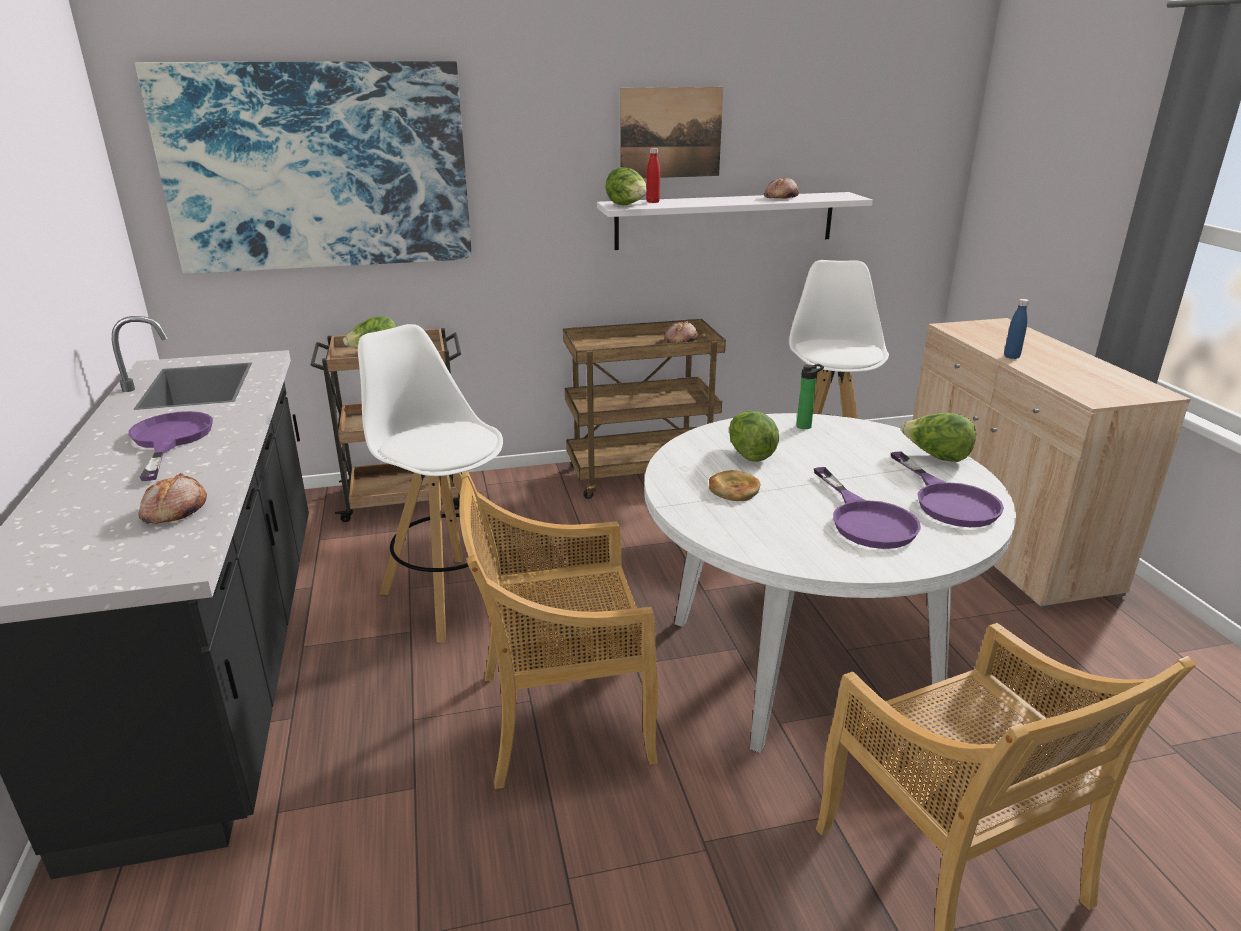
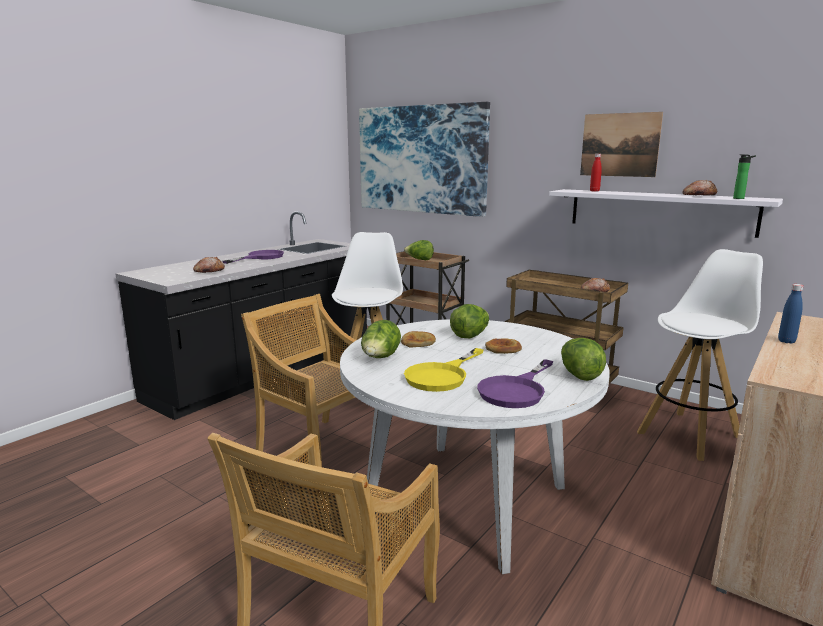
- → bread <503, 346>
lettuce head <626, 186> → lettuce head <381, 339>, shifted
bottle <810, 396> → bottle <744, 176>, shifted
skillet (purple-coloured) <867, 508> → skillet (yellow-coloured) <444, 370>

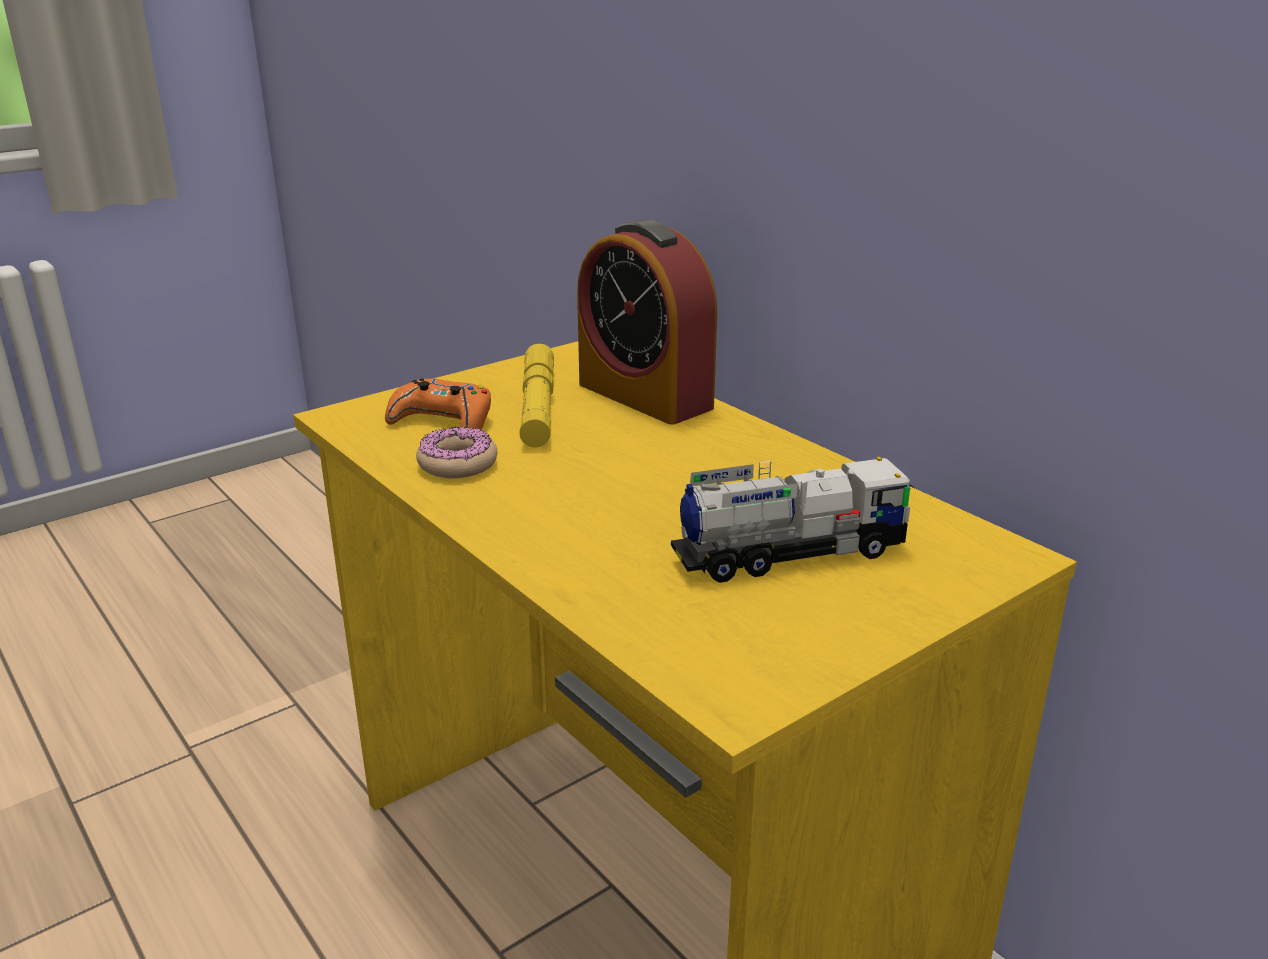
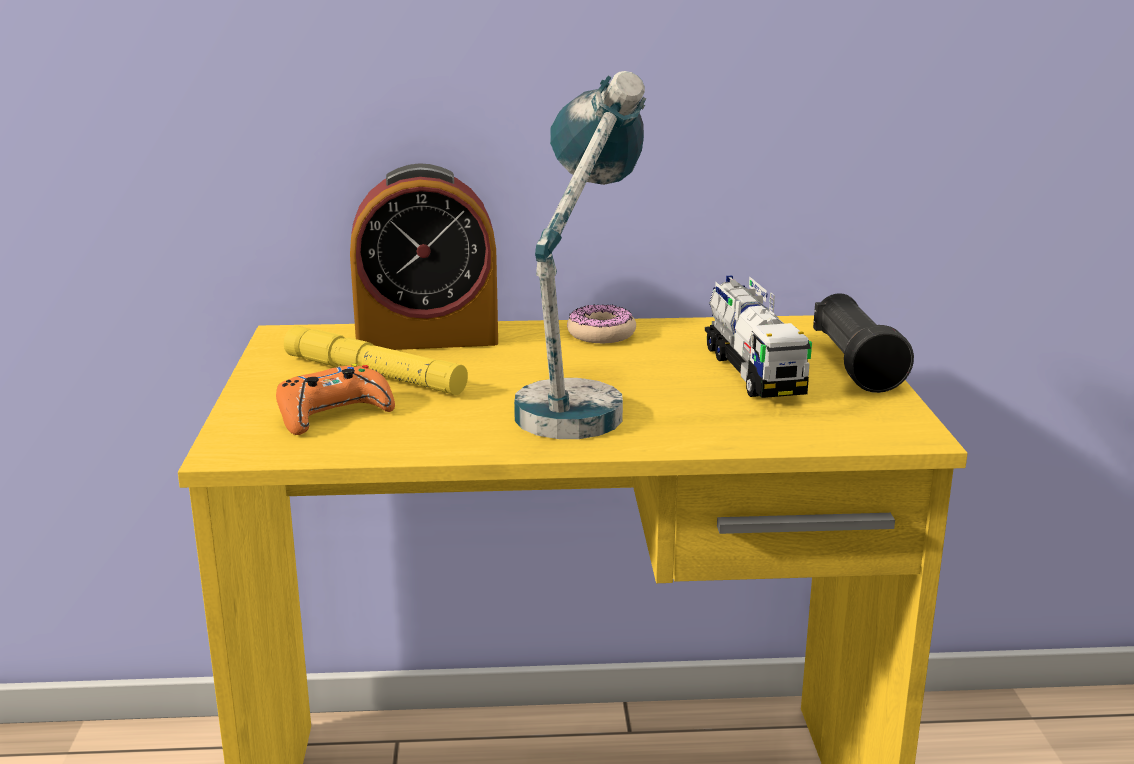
- → lamp for a table <580, 255>
- → hand torch (blackish) <863, 343>
ring doughnut <457, 452> → ring doughnut <601, 323>, shifted
model truck <792, 520> → model truck <758, 336>, 150 degrees clockwise

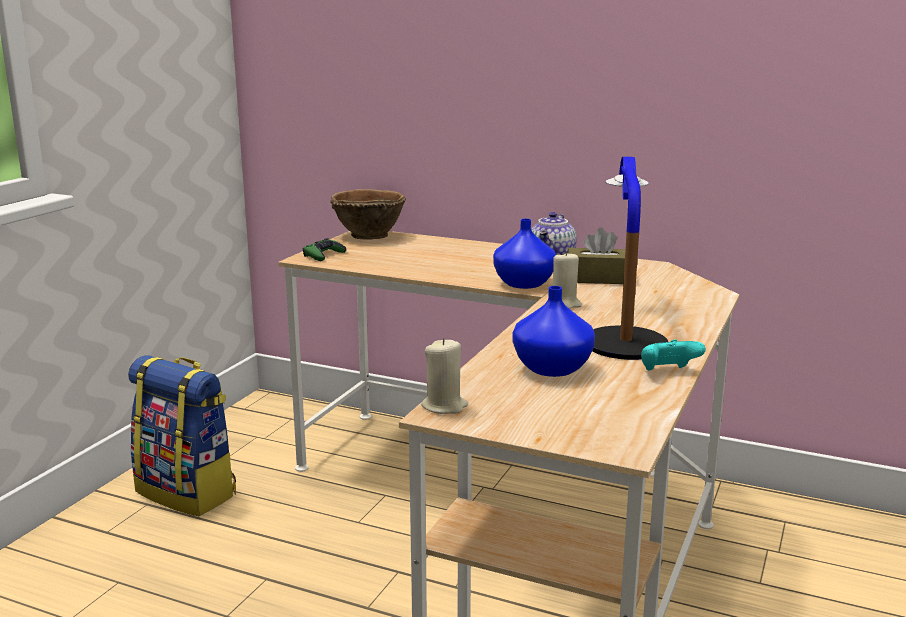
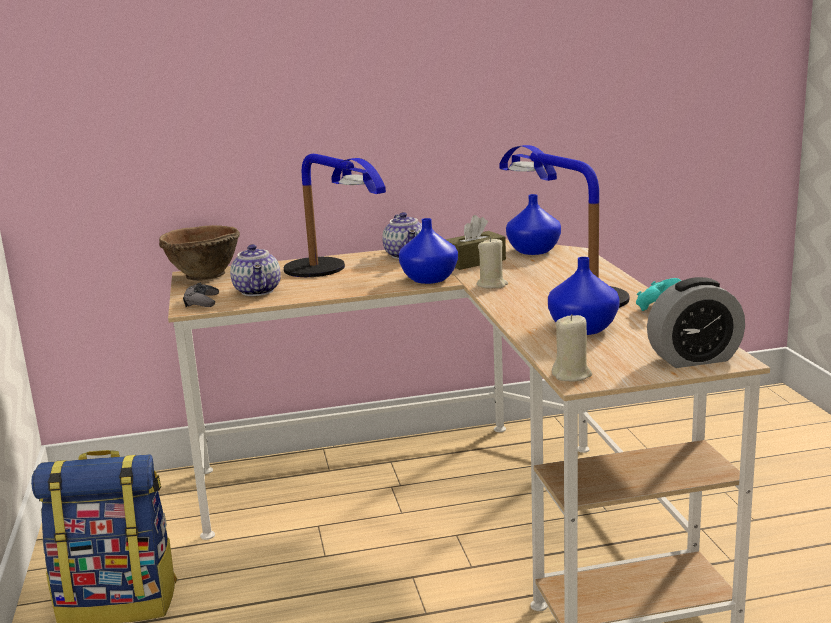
- → teapot <255, 270>
- → lamp for a table <335, 215>
- → flower vase (blue) <533, 224>
- → table clock <696, 322>
game controller (green) <324, 249> → game controller (grey) <201, 295>

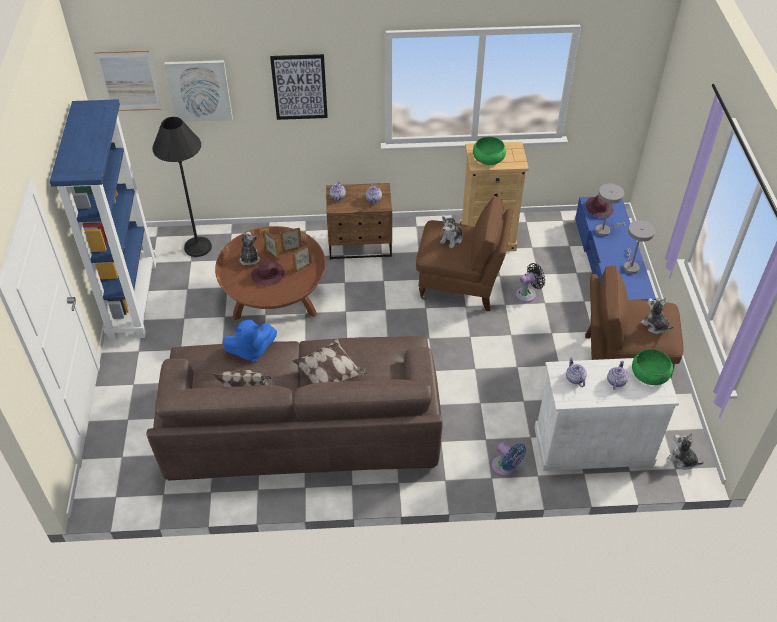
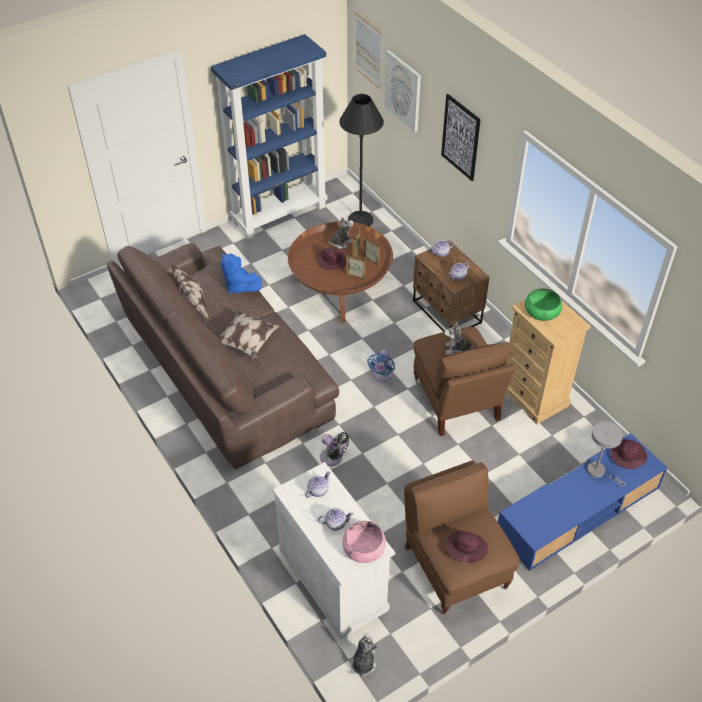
lamp for a table (grey) <639, 247> → -
electric fan (blue) <509, 459> → electric fan (blue) <381, 365>, shifted
electric fan (blackish) <530, 283> → electric fan (blackish) <334, 449>, shifted
soft toy <657, 315> → wearable hat (purple-coloured) <467, 546>
serving bowl (green) <652, 367> → serving bowl (pinkish) <364, 542>

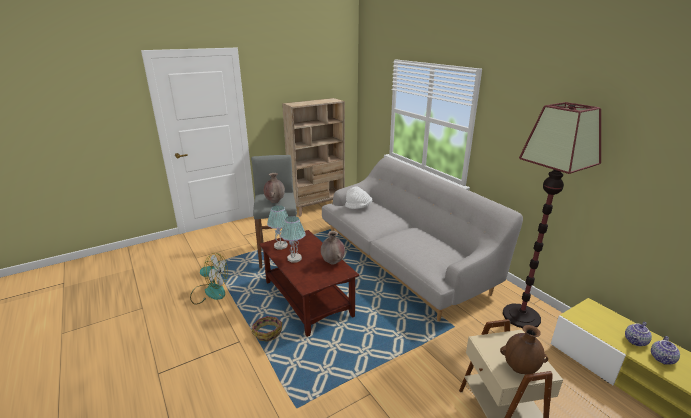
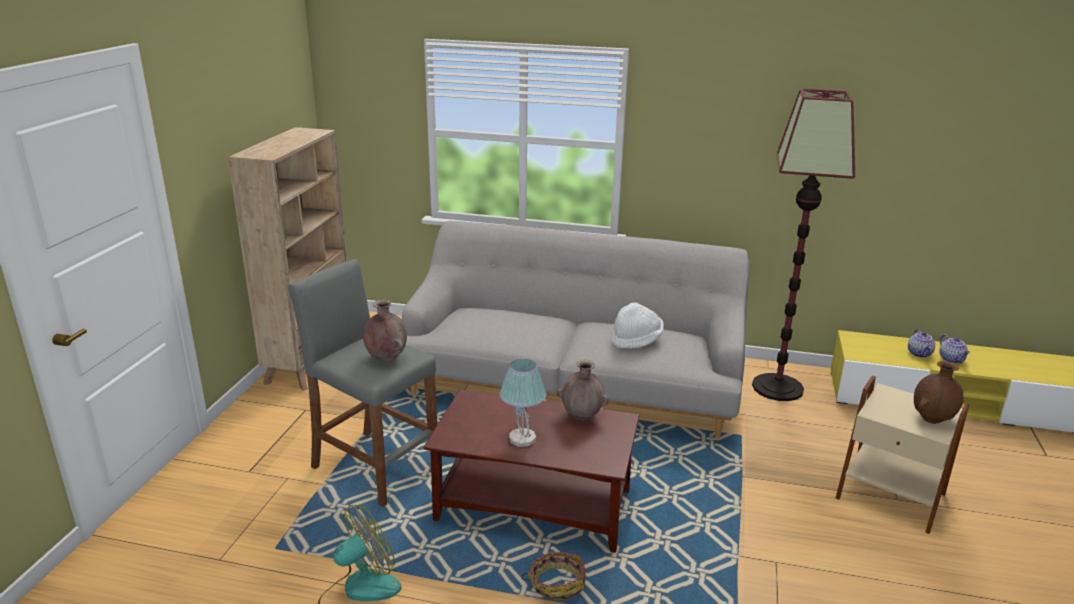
lamp for a table <277, 227> → -
wearable hat (white) <358, 198> → wearable hat (white) <637, 325>, shifted

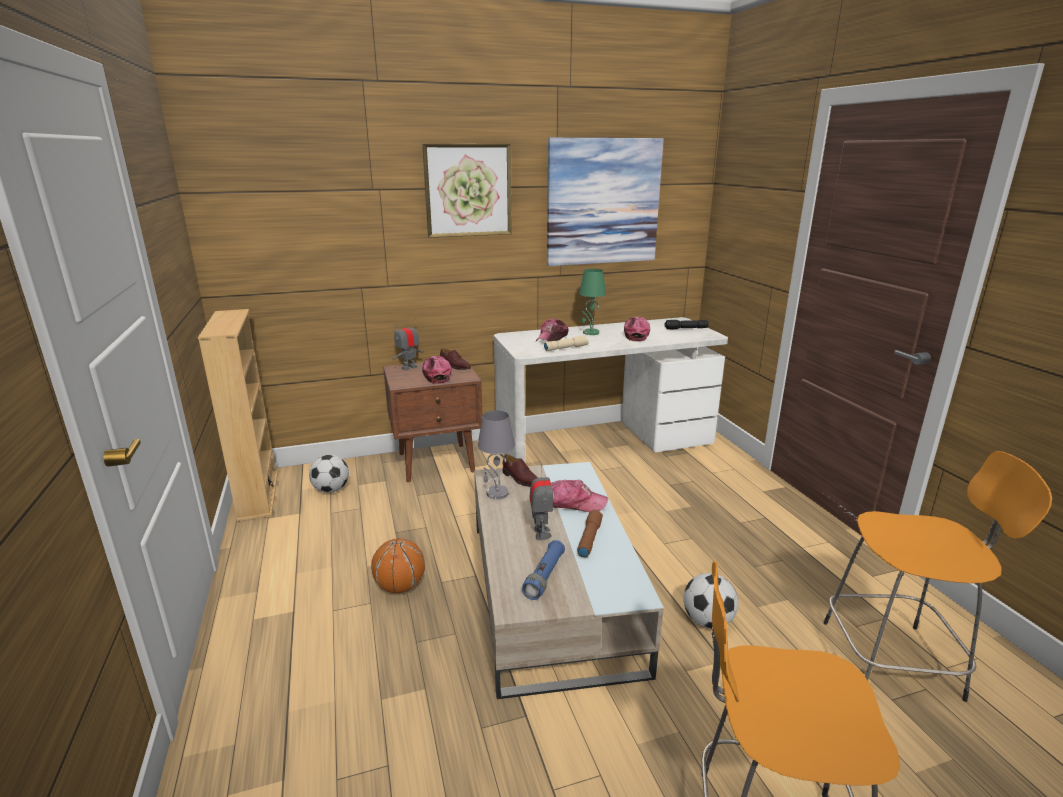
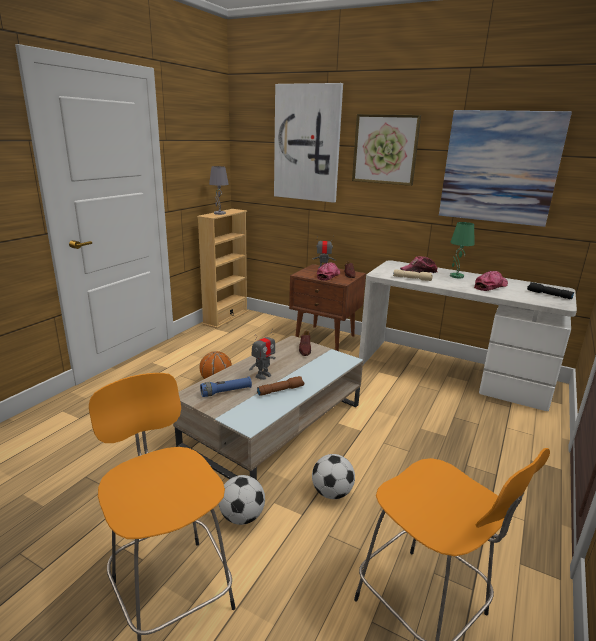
cap <579, 496> → -
- → wall art <308, 143>
football <329, 474> → football <242, 500>, shifted
lamp for a table (grey) <496, 454> → lamp for a table (grey) <219, 190>, shifted

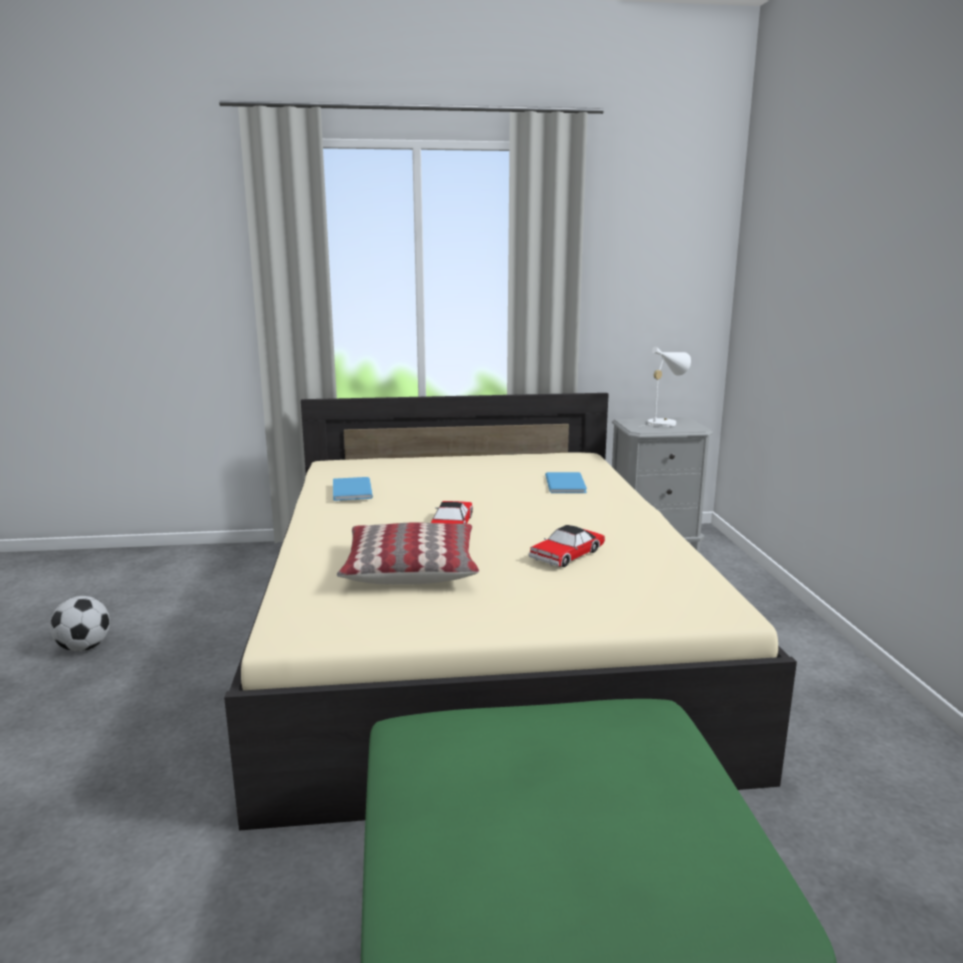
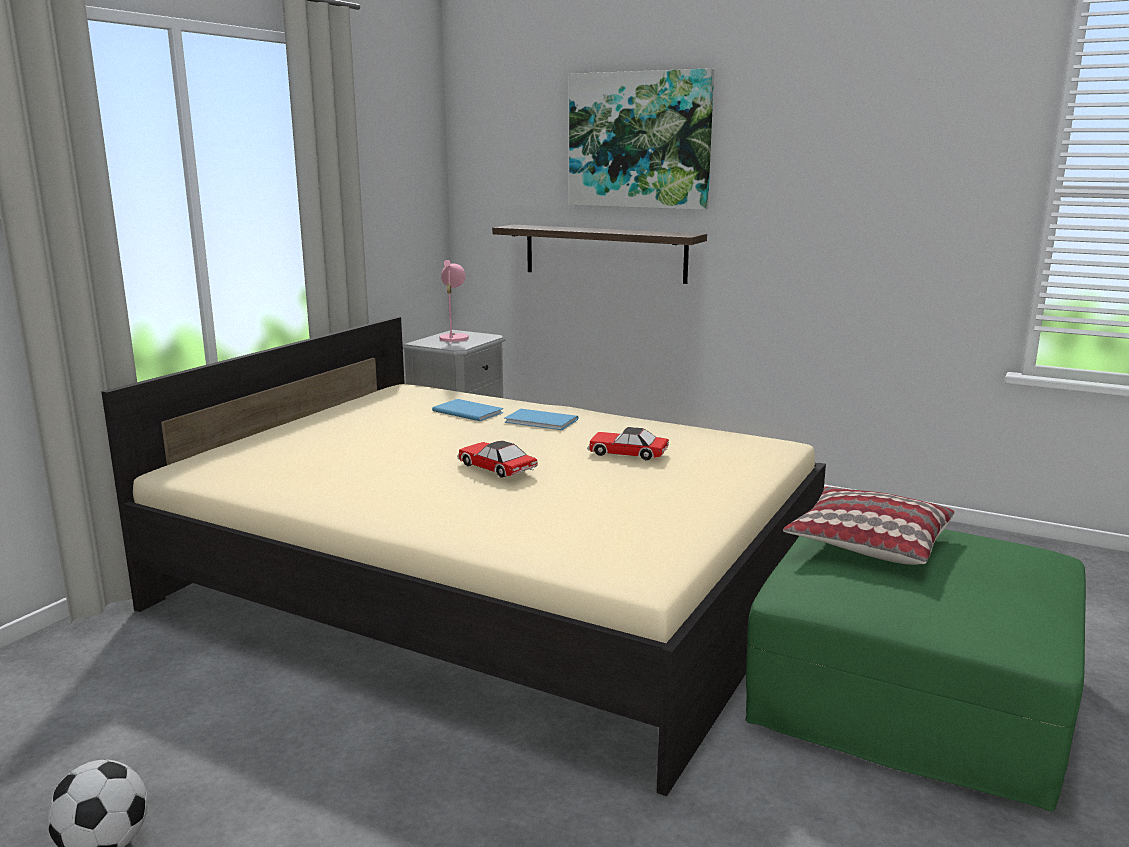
- → bracket shelf <599, 254>
- → wall art <641, 139>
volume (blue) <353, 489> → volume (blue) <541, 419>, shifted
throw pillow <408, 553> → throw pillow <869, 526>, shifted
lamp for a table (white) <665, 387> → lamp for a table (pinkish) <454, 302>
toy car <567, 546> → toy car <628, 443>, 120 degrees clockwise

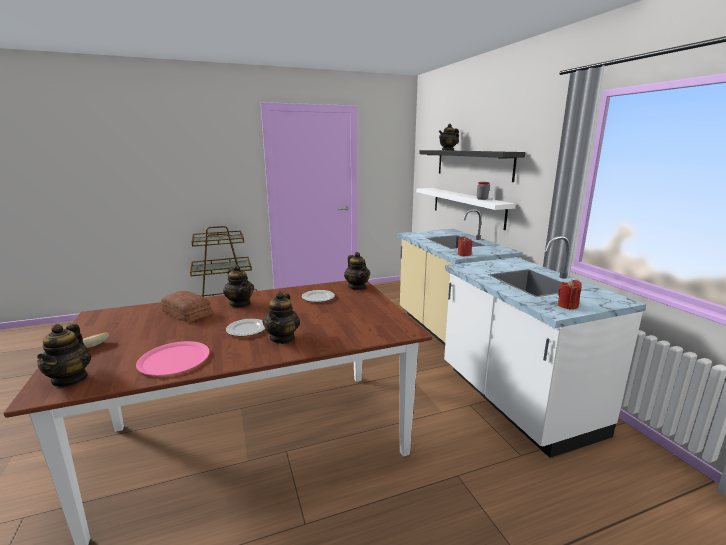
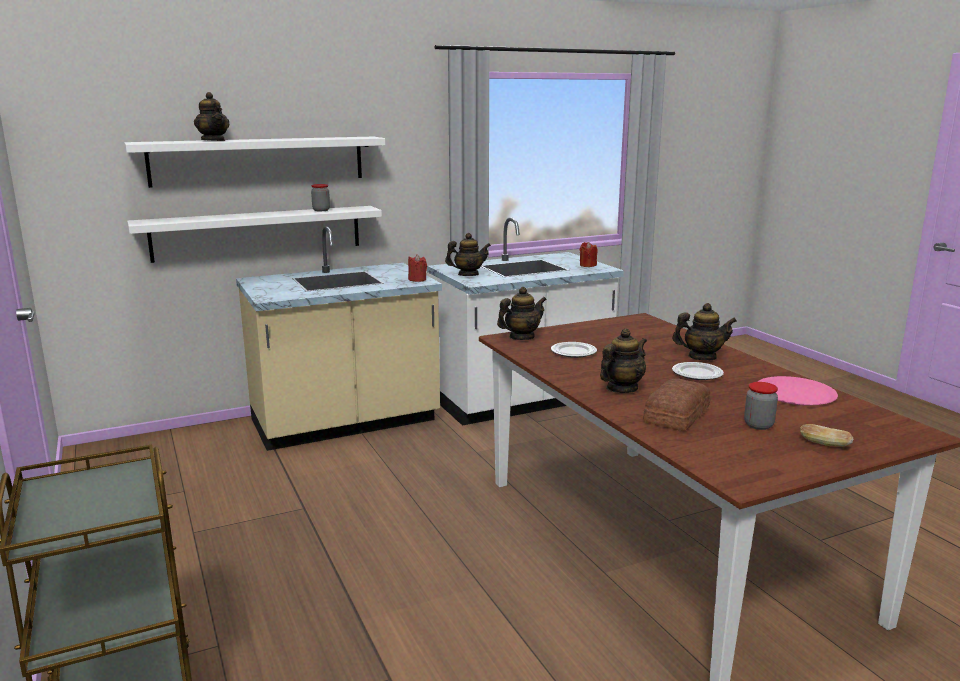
- → preserve jar <761, 406>
teapot <64, 355> → teapot <468, 254>, shifted
bracket shelf (blackish) <472, 166> → bracket shelf (white) <254, 162>

